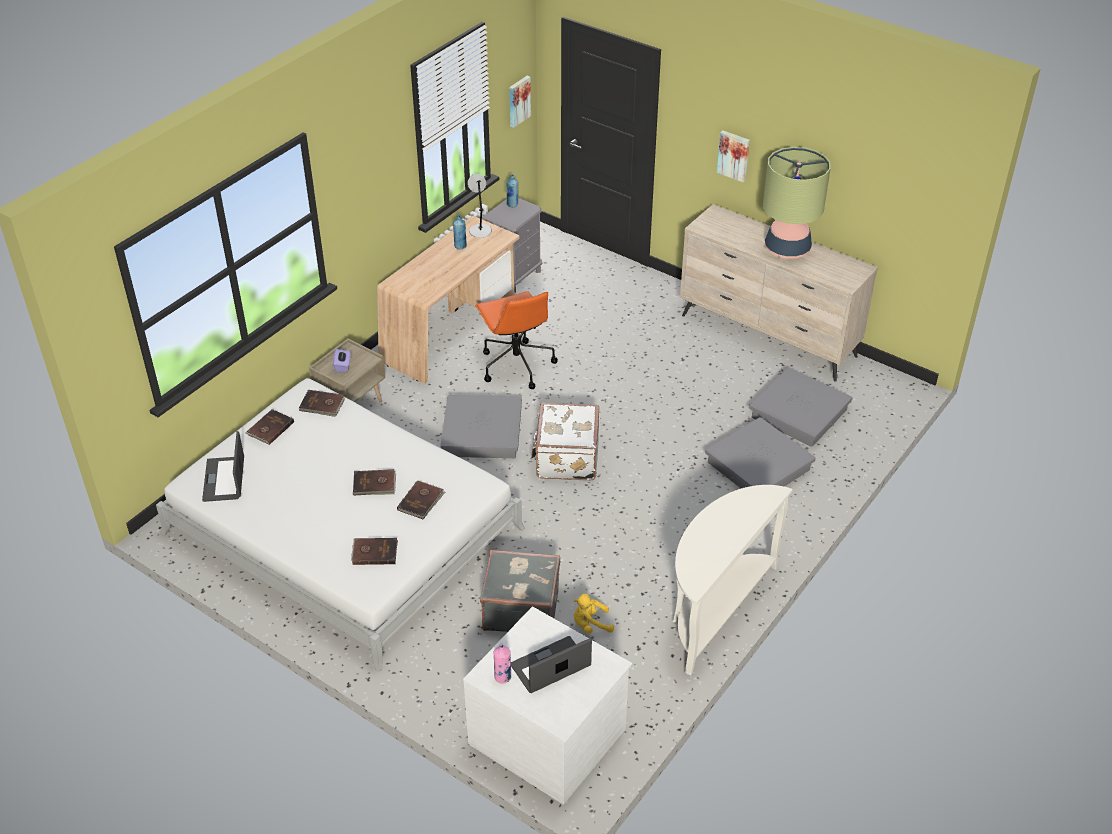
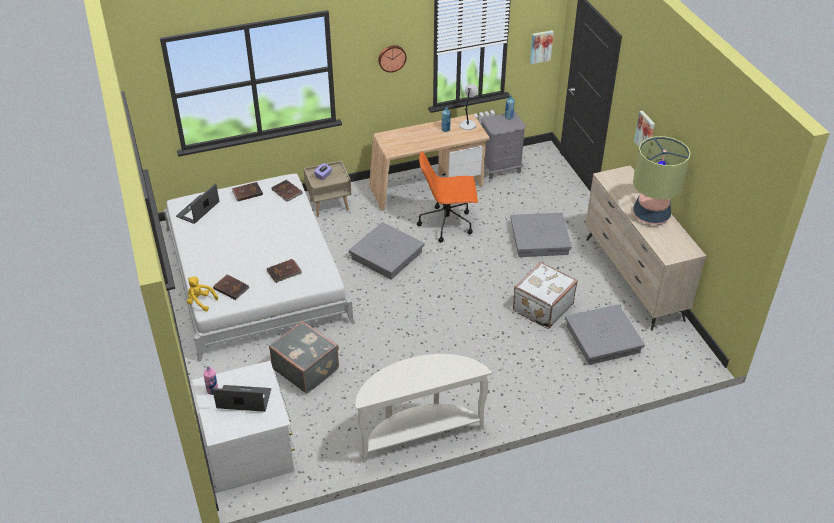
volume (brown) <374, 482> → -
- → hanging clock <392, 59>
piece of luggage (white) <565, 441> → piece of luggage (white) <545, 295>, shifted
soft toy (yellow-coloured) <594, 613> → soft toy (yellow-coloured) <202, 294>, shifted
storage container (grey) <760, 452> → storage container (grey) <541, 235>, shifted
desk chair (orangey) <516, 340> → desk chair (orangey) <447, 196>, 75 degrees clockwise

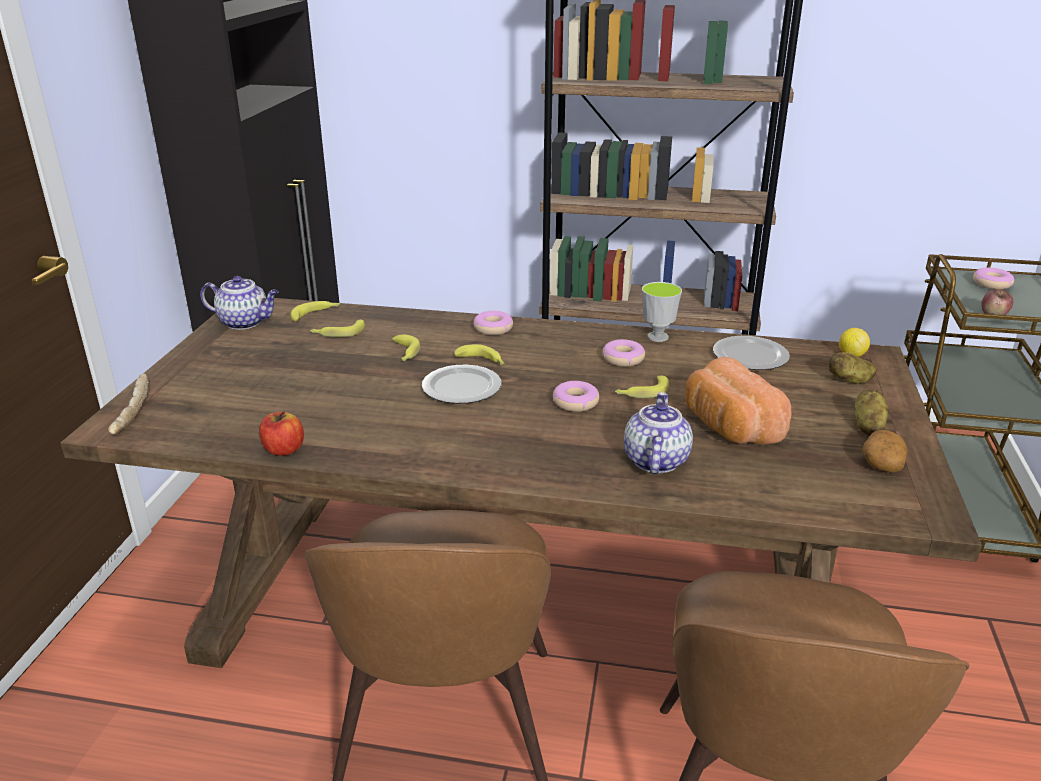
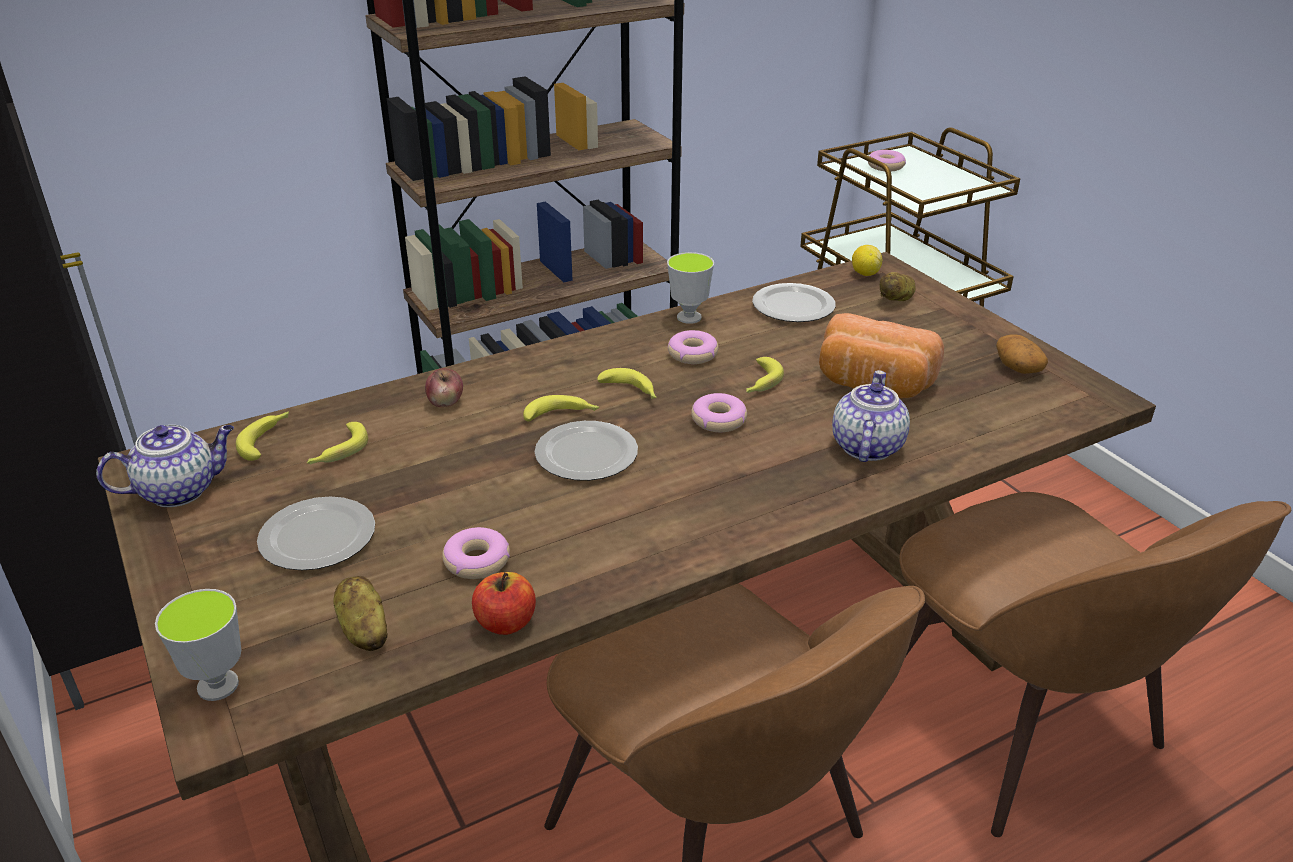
- → dinner plate <316, 533>
banana <406, 348> → banana <627, 383>, shifted
ring doughnut <493, 323> → ring doughnut <476, 553>, shifted
spud <871, 413> → spud <360, 613>, shifted
whole apple <997, 302> → whole apple <444, 387>, shifted
bread <128, 404> → cup <198, 645>
teapot <658, 433> → teapot <871, 416>, 45 degrees clockwise

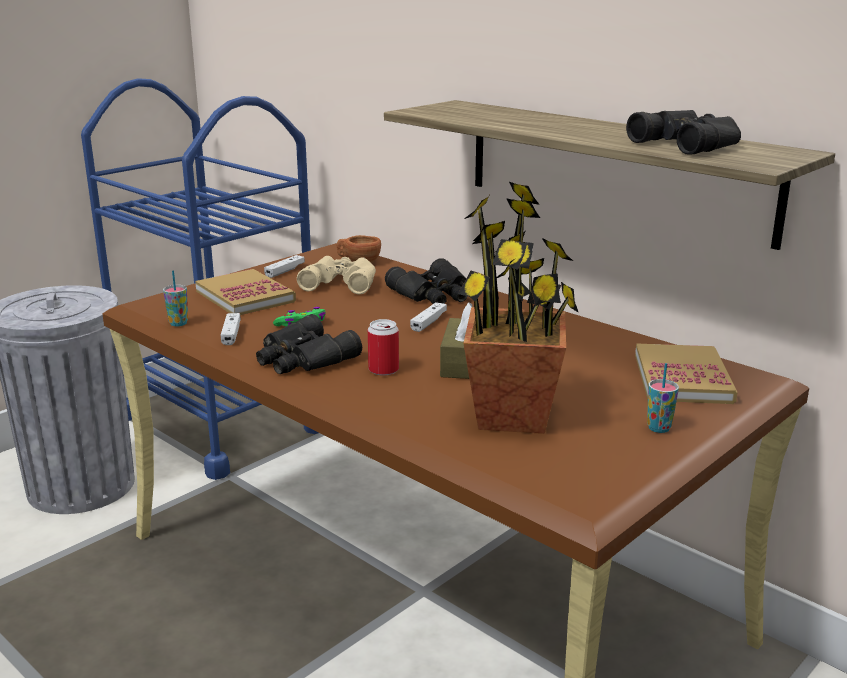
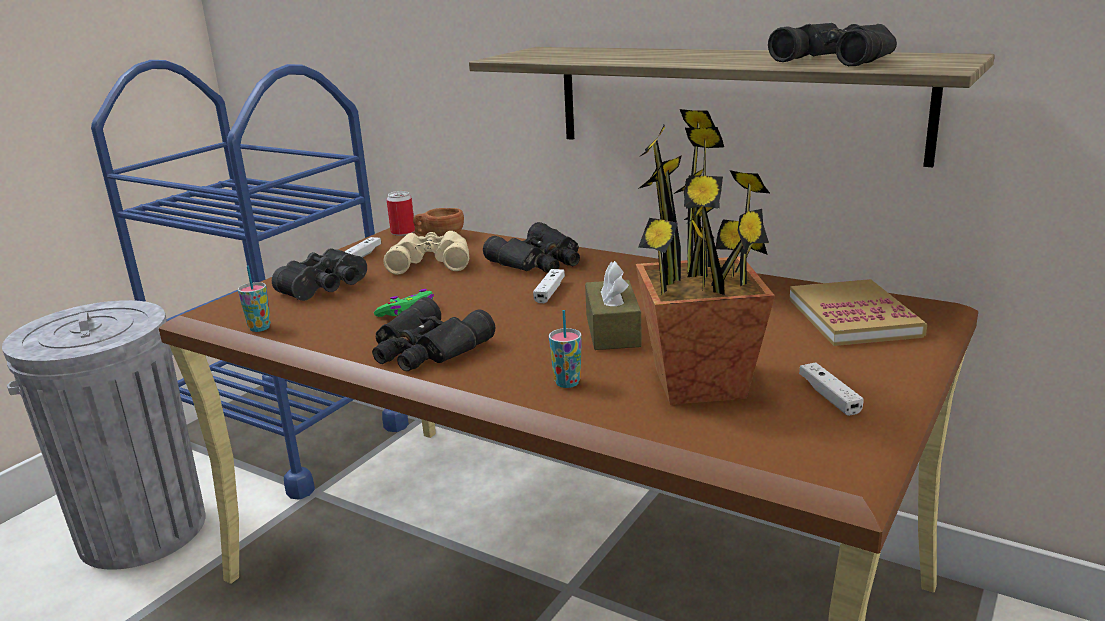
game controller (white) <231, 329> → game controller (white) <831, 389>, shifted
metal can <383, 347> → metal can <400, 213>, shifted
cup <663, 398> → cup <565, 349>, shifted
volume <245, 292> → field glasses (blackish) <319, 274>

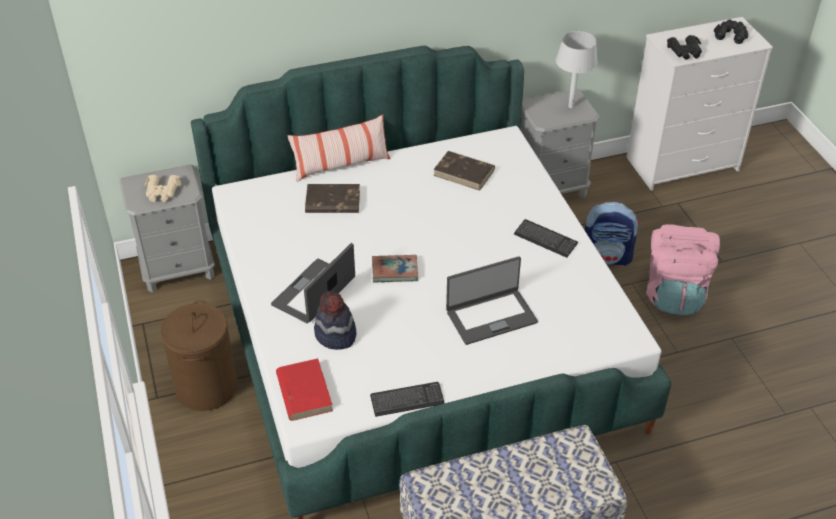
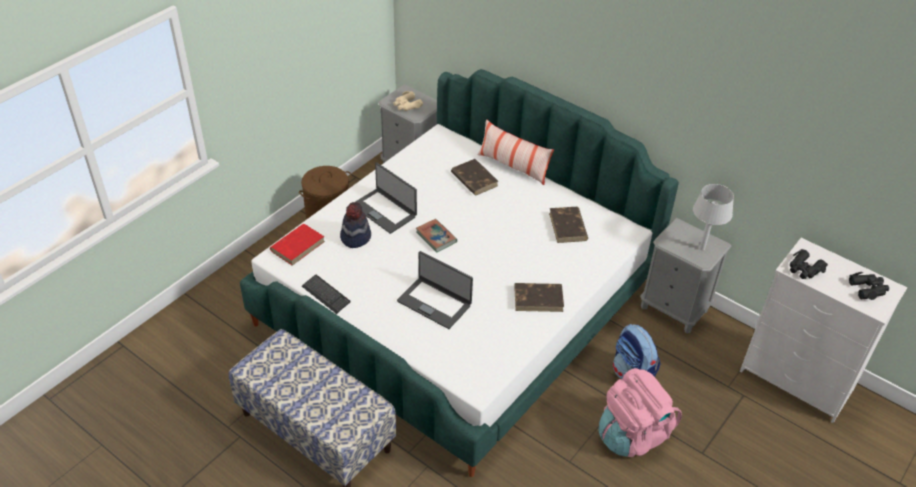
computer keyboard <546, 238> → volume (brown) <539, 297>
notebook computer <313, 283> → notebook computer <386, 198>, 135 degrees counterclockwise

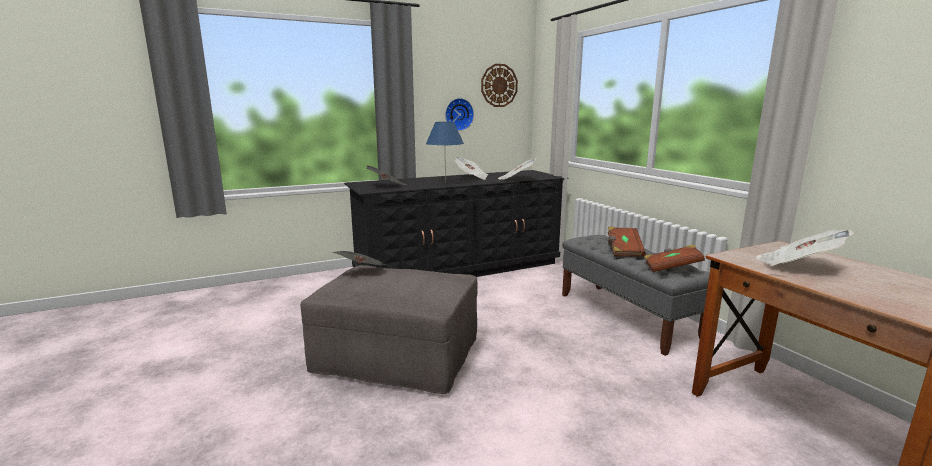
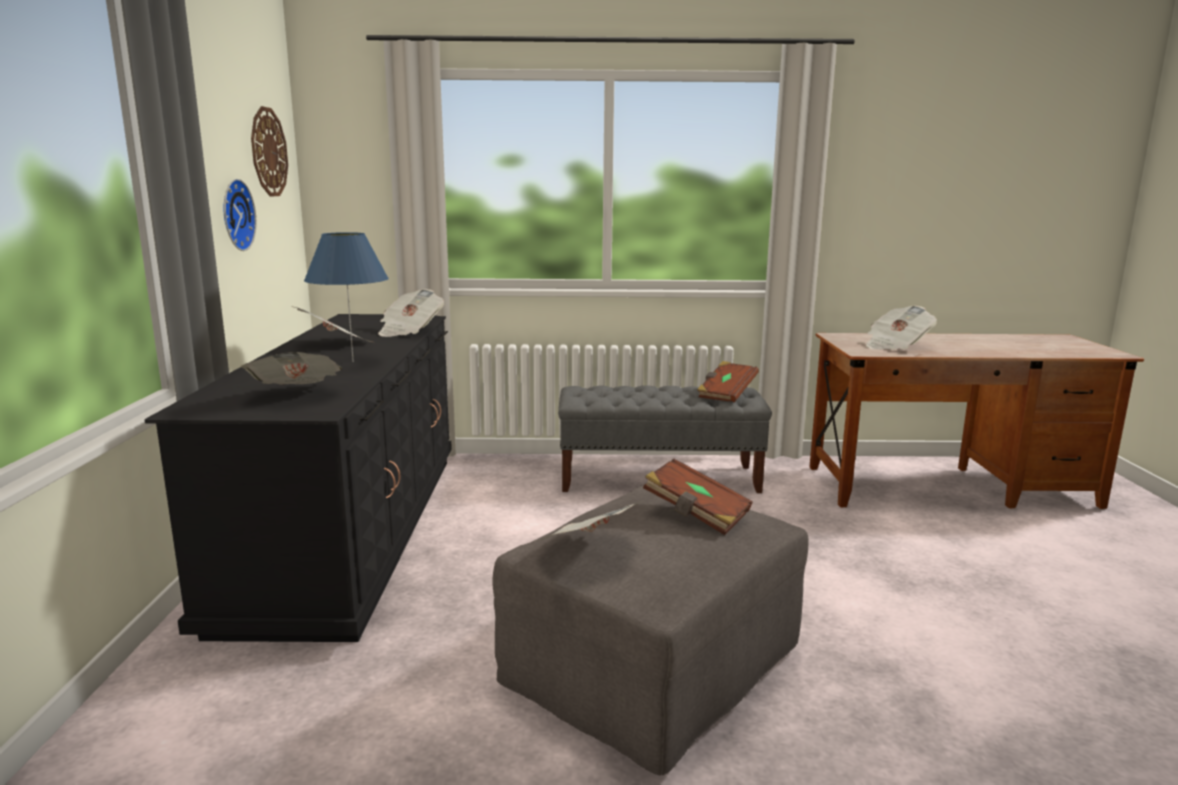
volume (brown) <627, 242> → volume (brown) <698, 497>, shifted

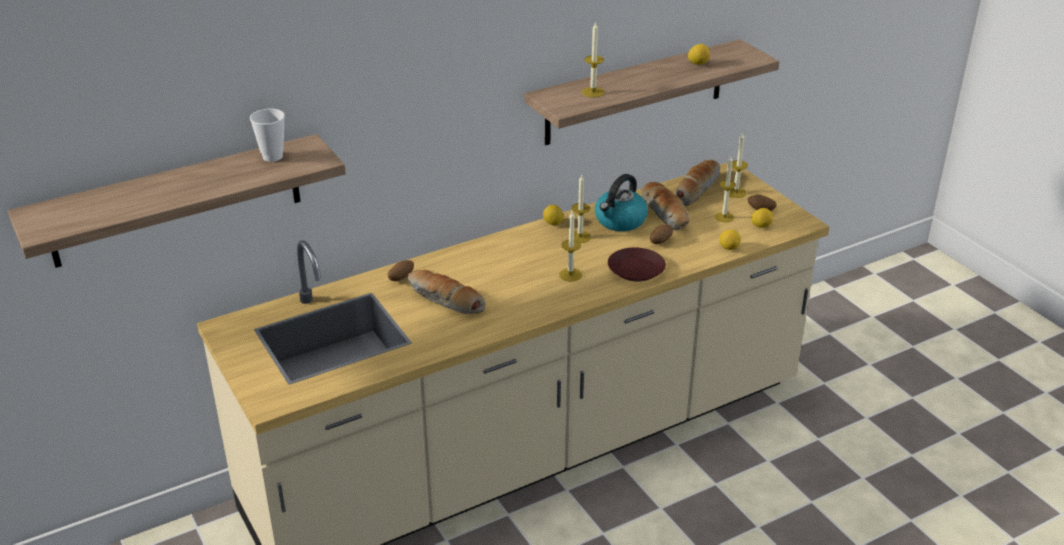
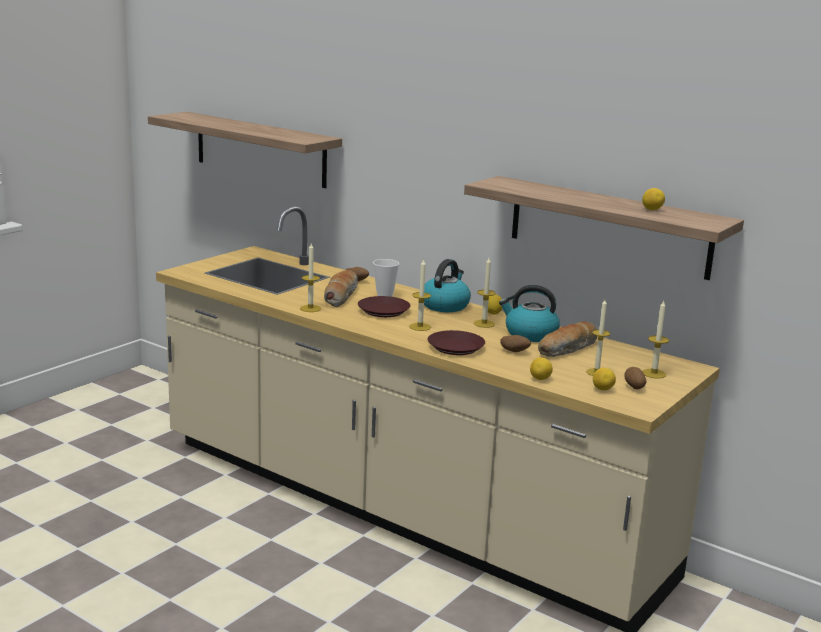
bread <698, 182> → -
- → dinner plate (brown) <384, 306>
- → tea kettle <447, 285>
cup <267, 135> → cup <386, 278>, shifted
wax light <593, 59> → wax light <310, 277>, shifted

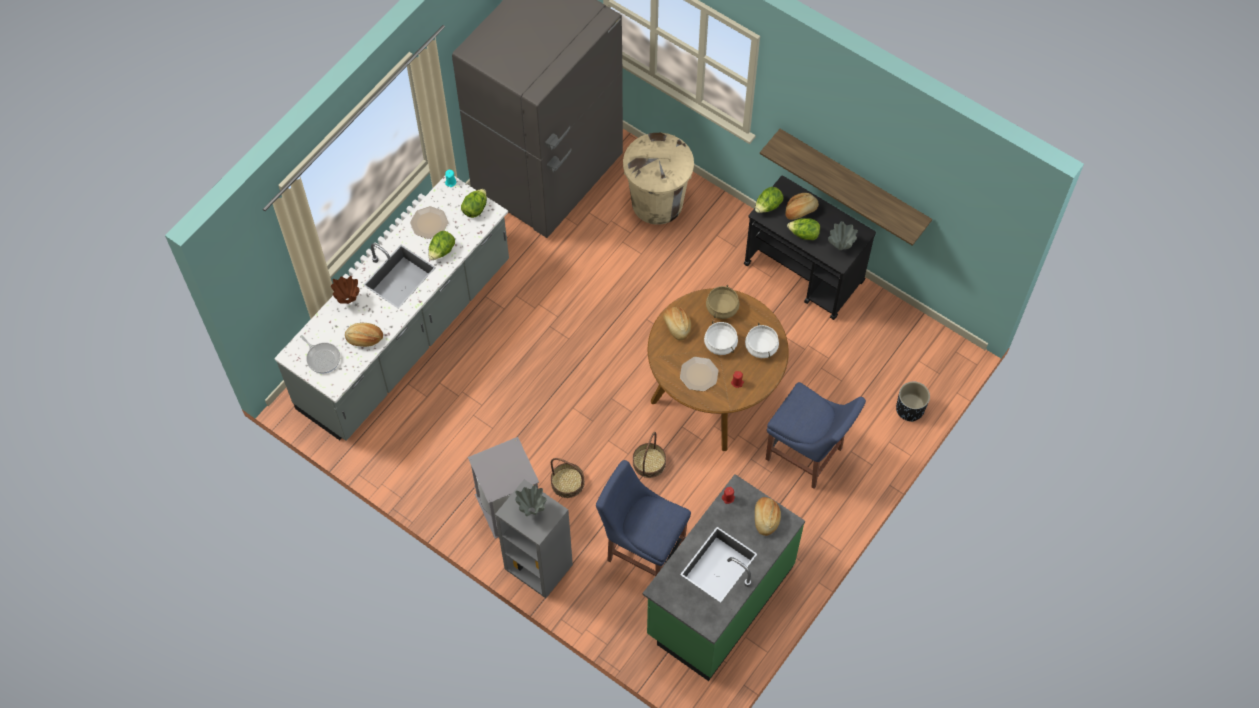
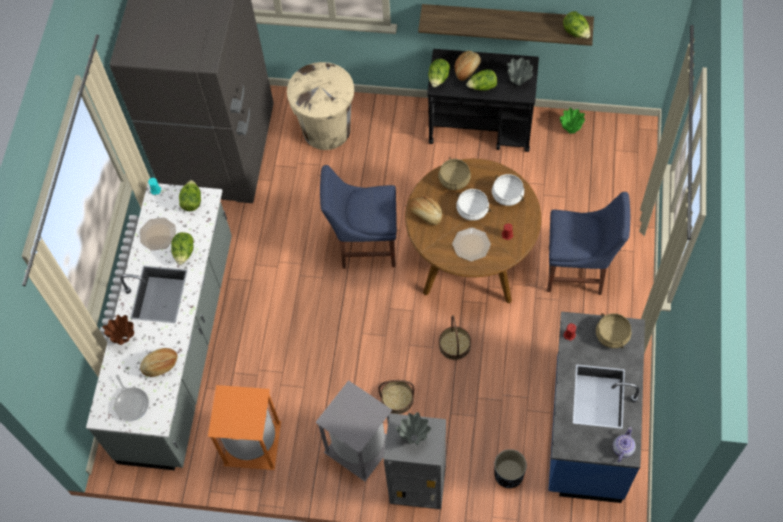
- → waste bin (orangey) <244, 427>
- → flower vase (green) <572, 120>
- → lettuce head <576, 25>
- → teapot <624, 445>
upright chair (blue) <643, 518> → upright chair (blue) <358, 216>, shifted
plant pot (blackish) <913, 402> → plant pot (blackish) <510, 468>, shifted
bread <768, 516> → cooking pot (beige) <613, 331>
kitchen base unit (green) <724, 577> → kitchen base unit (blue) <596, 407>
skillet <320, 354> → skillet <131, 398>, 45 degrees clockwise

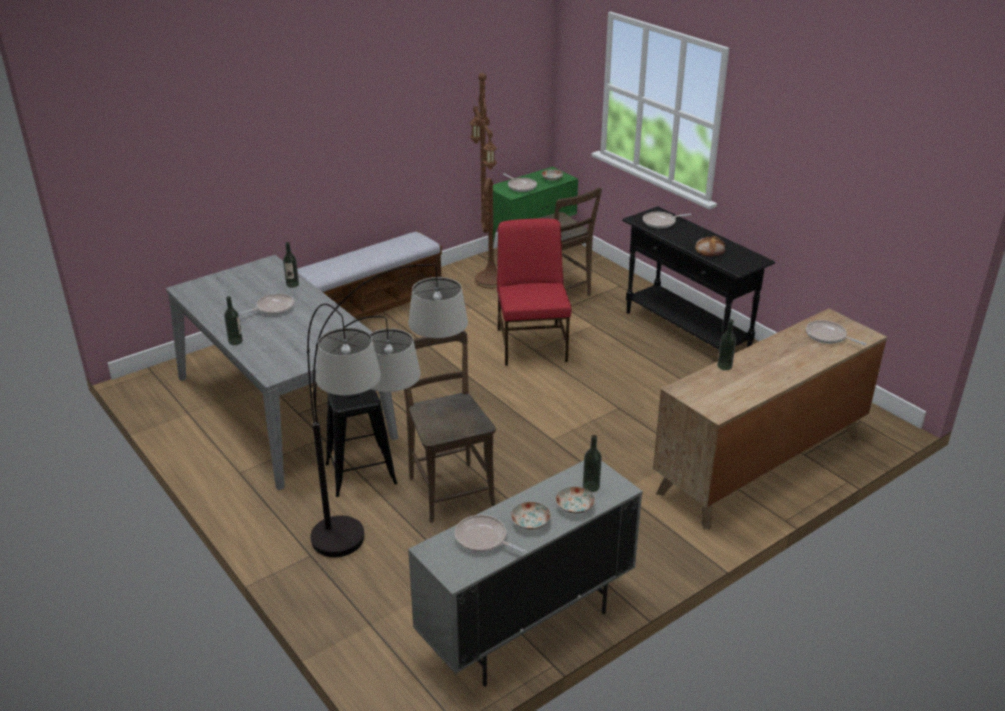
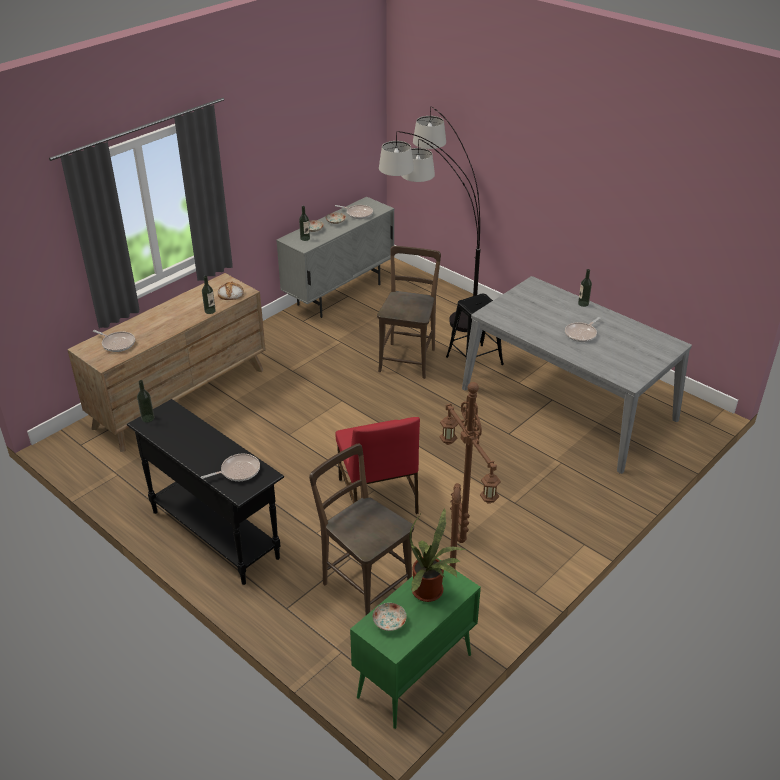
bench <369, 275> → -
bottle <291, 265> → bottle <145, 401>, shifted
bread <710, 246> → bread <231, 290>, shifted
skillet <520, 182> → potted plant <437, 555>
upright chair (brown) <450, 426> → upright chair (brown) <409, 312>, 135 degrees counterclockwise

